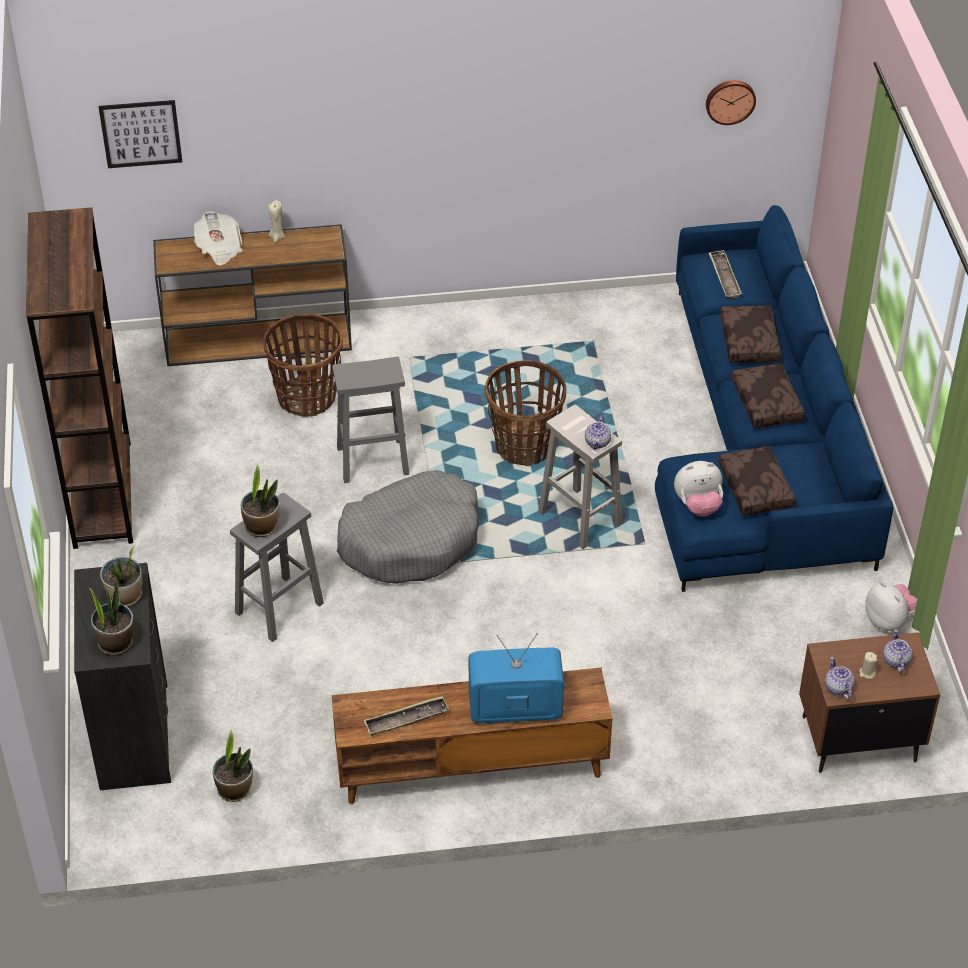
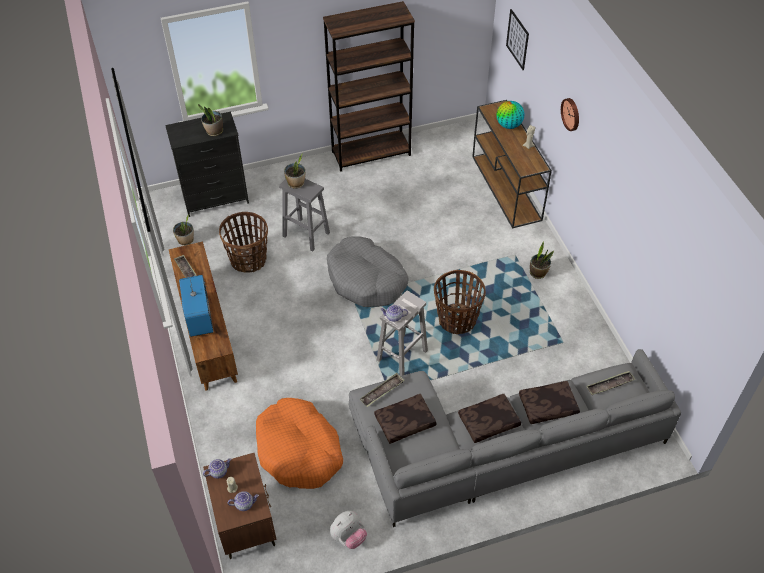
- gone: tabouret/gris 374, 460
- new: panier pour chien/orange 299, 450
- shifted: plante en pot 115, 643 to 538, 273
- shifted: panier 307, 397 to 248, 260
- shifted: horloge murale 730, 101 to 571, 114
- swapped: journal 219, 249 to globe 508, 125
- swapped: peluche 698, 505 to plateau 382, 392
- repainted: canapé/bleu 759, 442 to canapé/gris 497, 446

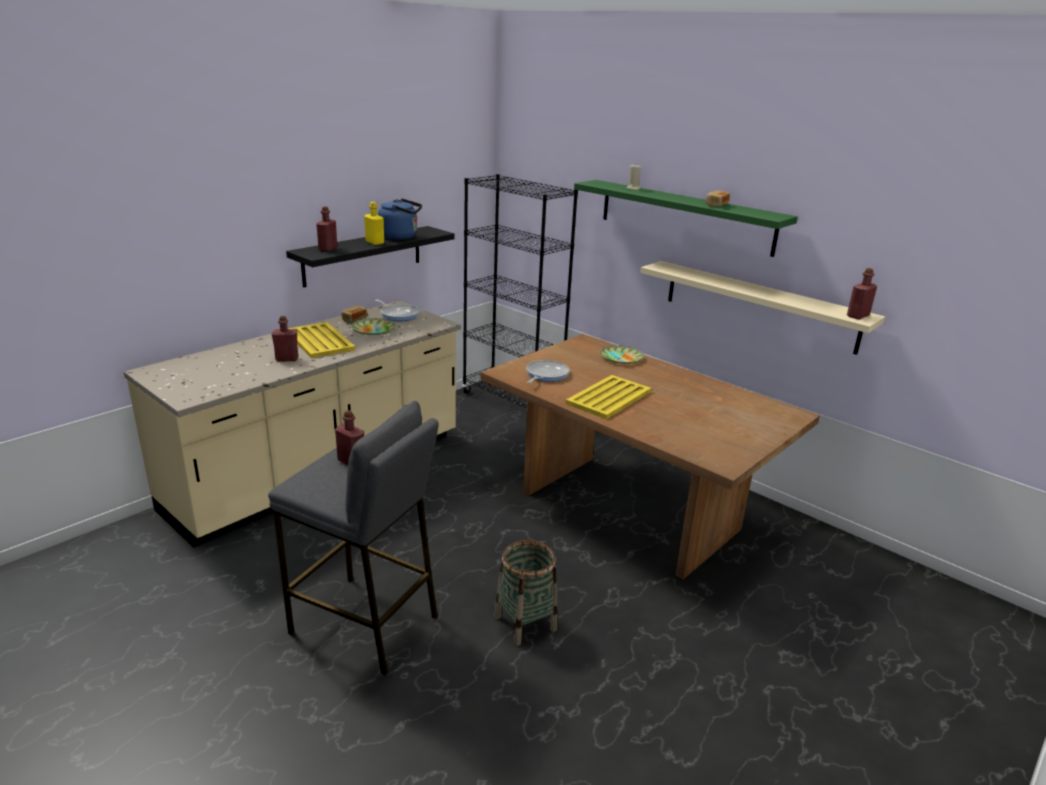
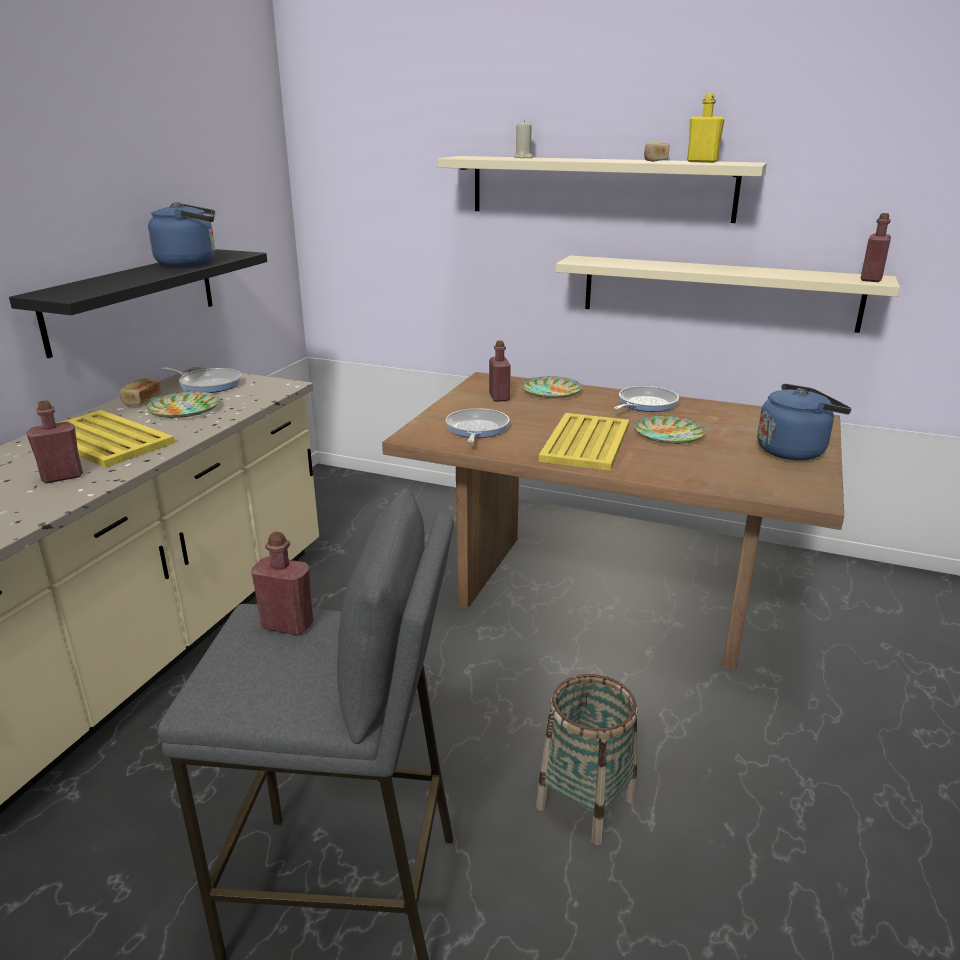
- gone: bibliothèque/noir 511, 403
- new: poêle 645, 404
- new: assiette 669, 435
- new: bouilloire/bleu 794, 450
- shifted: bouteille/rouge 328, 249 to 499, 397
- shifted: bouteille/jaune 375, 242 to 702, 162
- repainted: étagère/vert 684, 216 to étagère/beige 600, 188

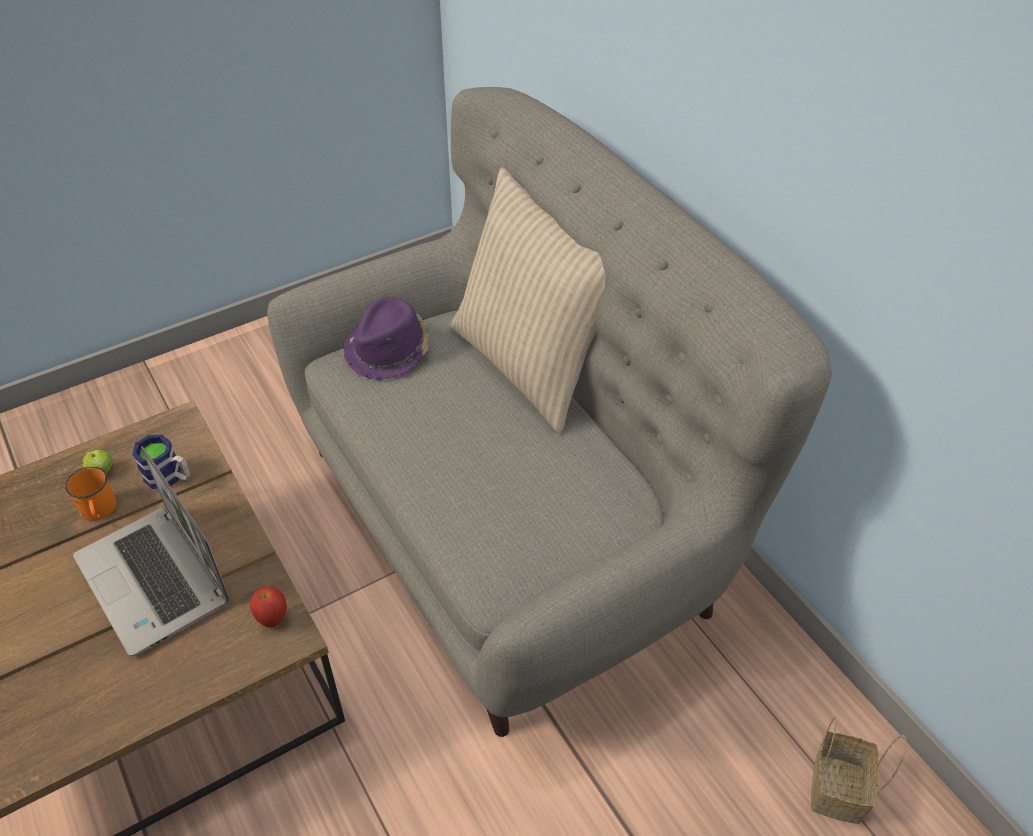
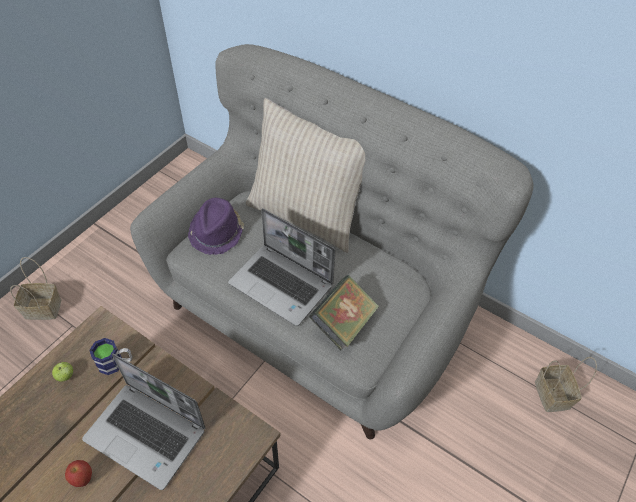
- gone: mug/orange 99, 511
- new: panier 44, 308
- new: ordinateur portable 282, 285
- new: livre 343, 323
- shifted: pomme 272, 619 to 83, 479

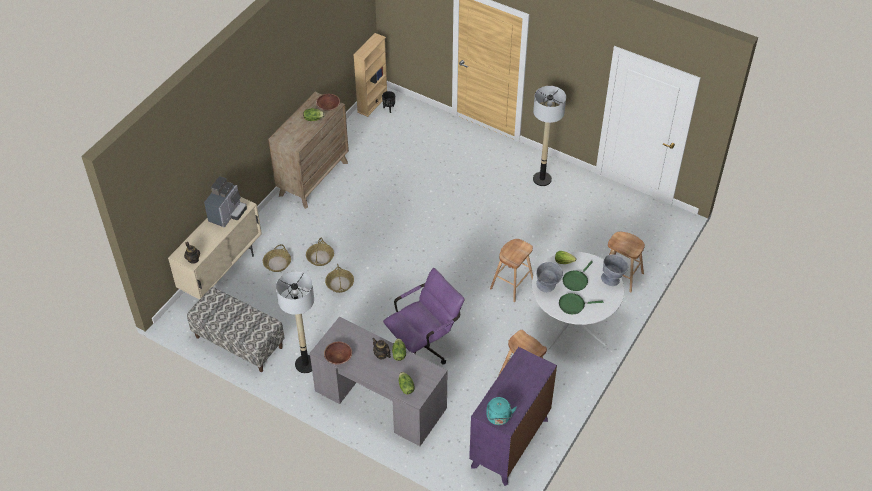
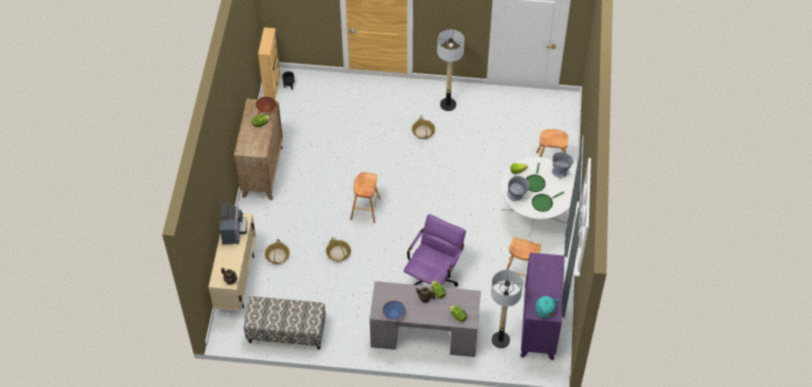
- shifted: lampadaire 305, 364 to 500, 340
- shifted: panier 320, 258 to 423, 132
- shifted: tabouret/marron 511, 284 to 365, 209
- repainted: bol/marron 338, 357 to bol/bleu 393, 314

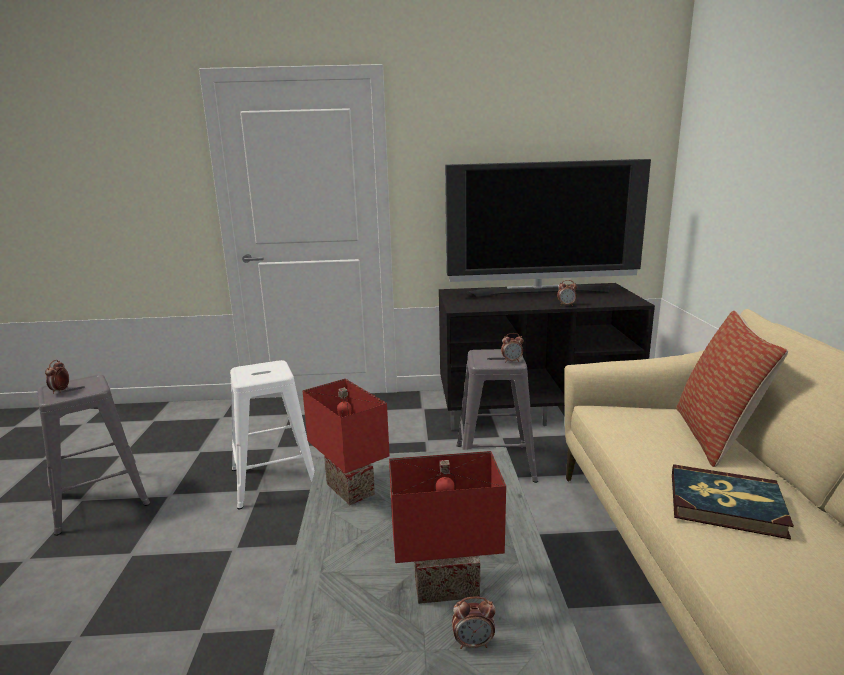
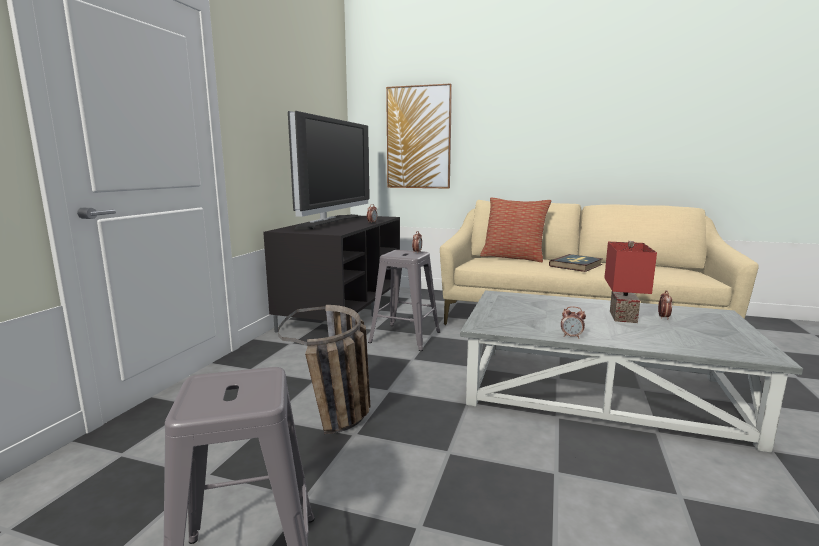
- gone: lampe de table/rouge 353, 488
- new: tableau 418, 138
- shifted: réveil 60, 391 to 571, 336
- swapped: tabouret/blanc 275, 478 to panier 339, 423

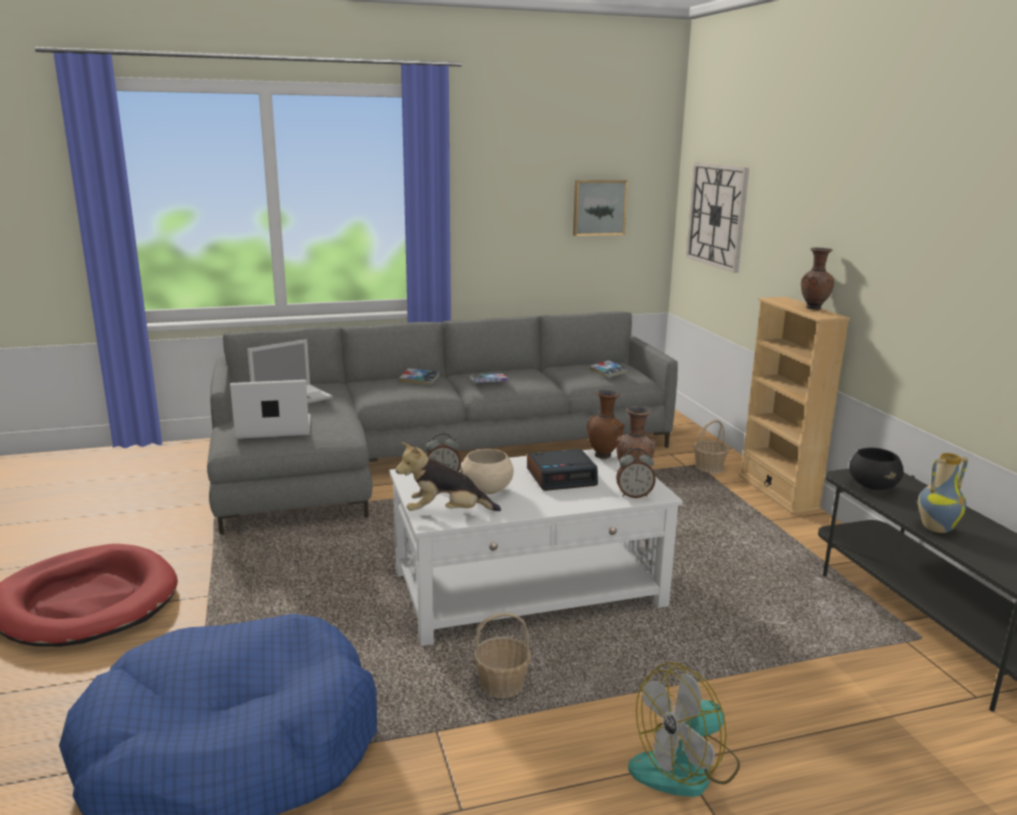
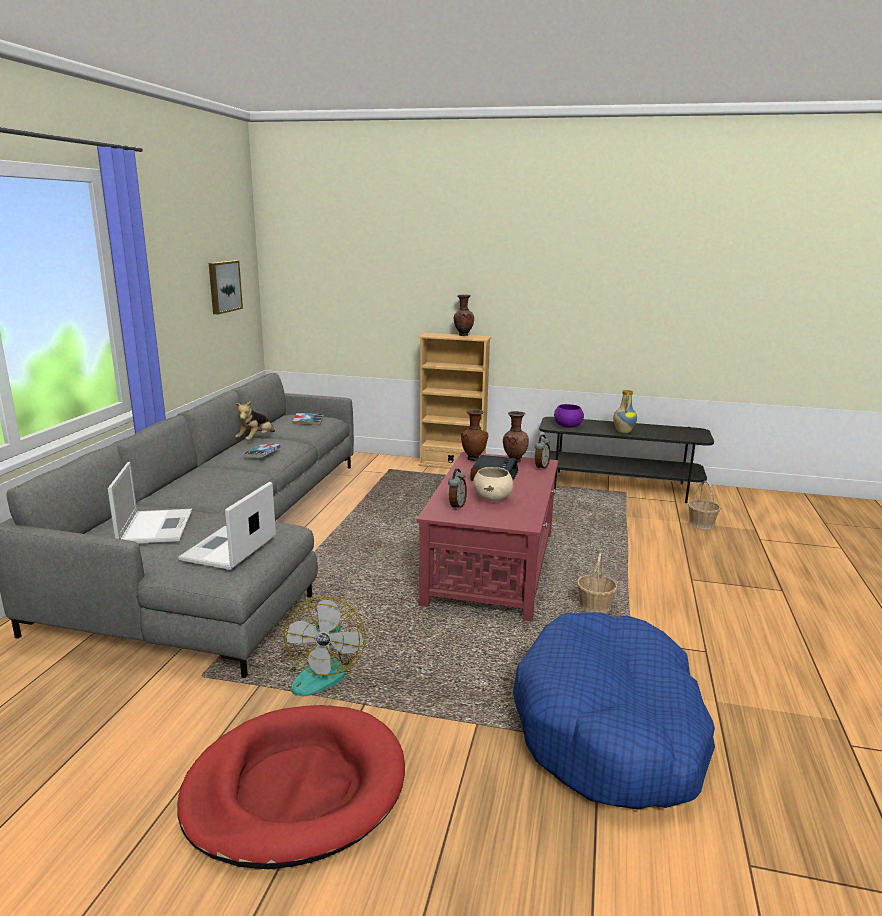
- gone: livre 419, 380
- gone: horloge murale 717, 215
- shifted: peluche 446, 513 to 256, 439
- shifted: ventilateur 685, 768 to 321, 671
- shifted: panier 709, 468 to 701, 524
- repainted: table basse/blanc 529, 589 to table basse/rouge 492, 566
- repainted: bol/noir 873, 486 to bol/violet 567, 426

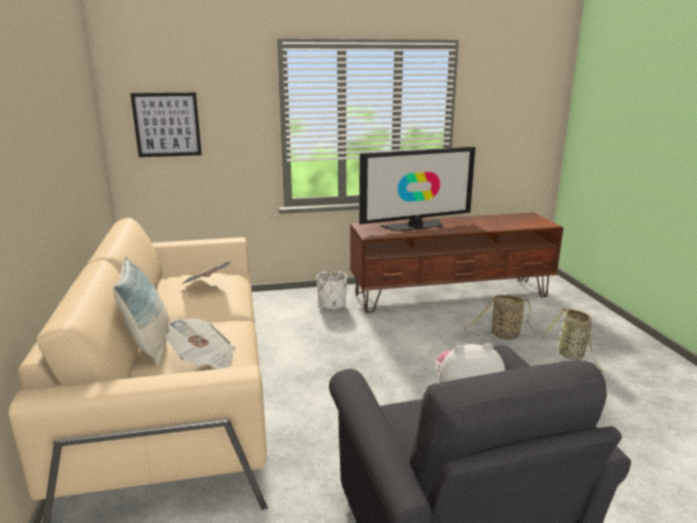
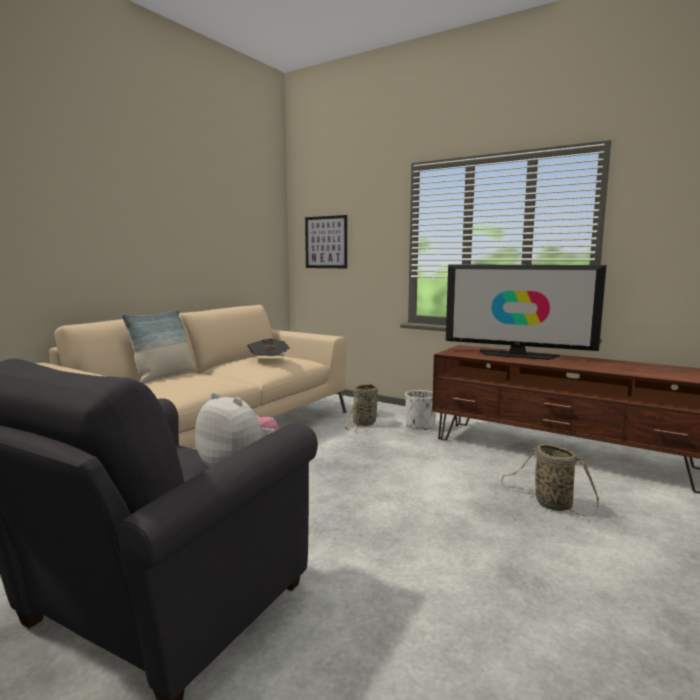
- gone: journal 204, 359
- shifted: panier 572, 356 to 363, 424

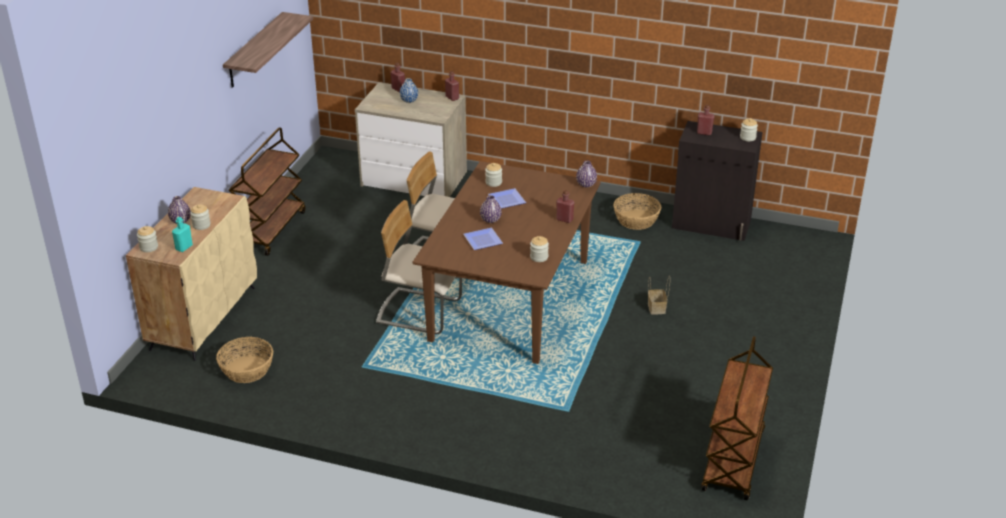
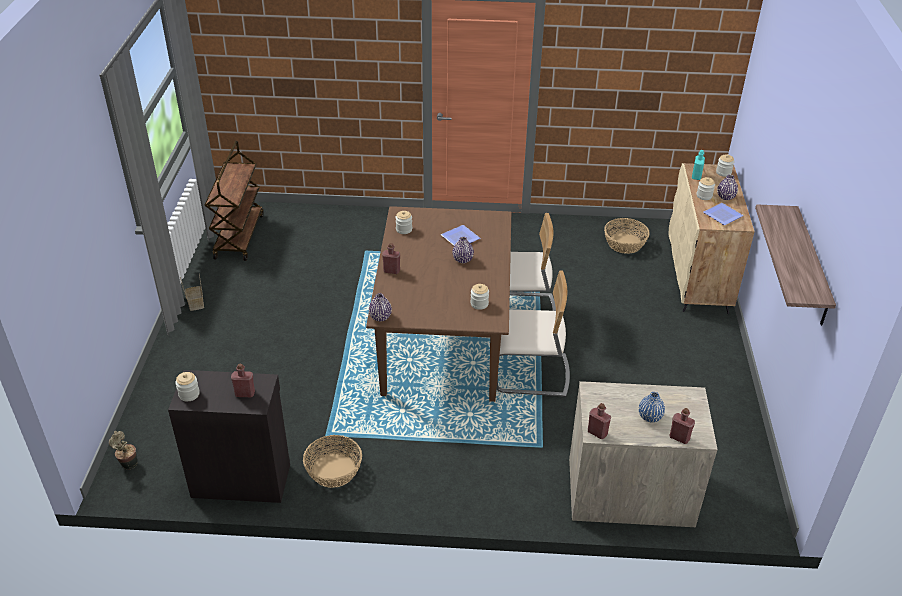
- gone: chariot/marron 271, 229
- new: plante en pot 128, 464
- shifted: assiette 506, 201 to 722, 214
- shifted: panier 657, 308 to 195, 303

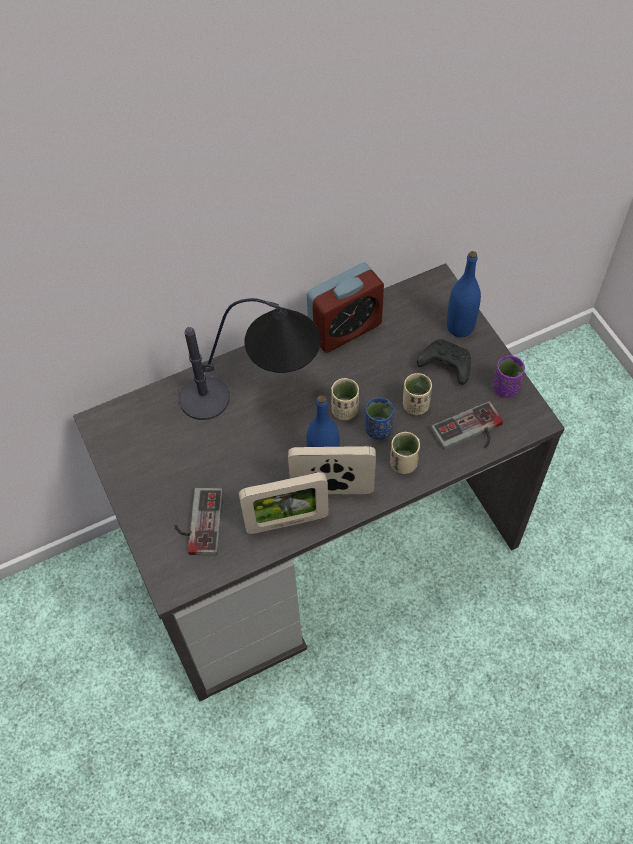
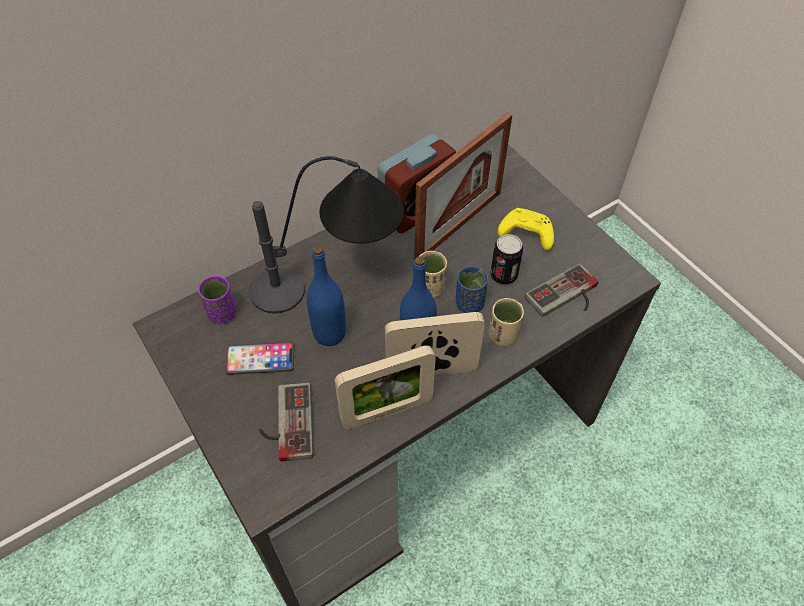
- new: téléphone 260, 359
- new: cadre photo 458, 225
- shifted: bouteille/bleu 460, 327 to 329, 333
- shifted: tasse/violet 505, 388 to 222, 313
- swapped: tasse/beige 415, 405 to boîte métallique 503, 275
- repainted: manette/noir 444, 365 to manette/jaune 525, 234

